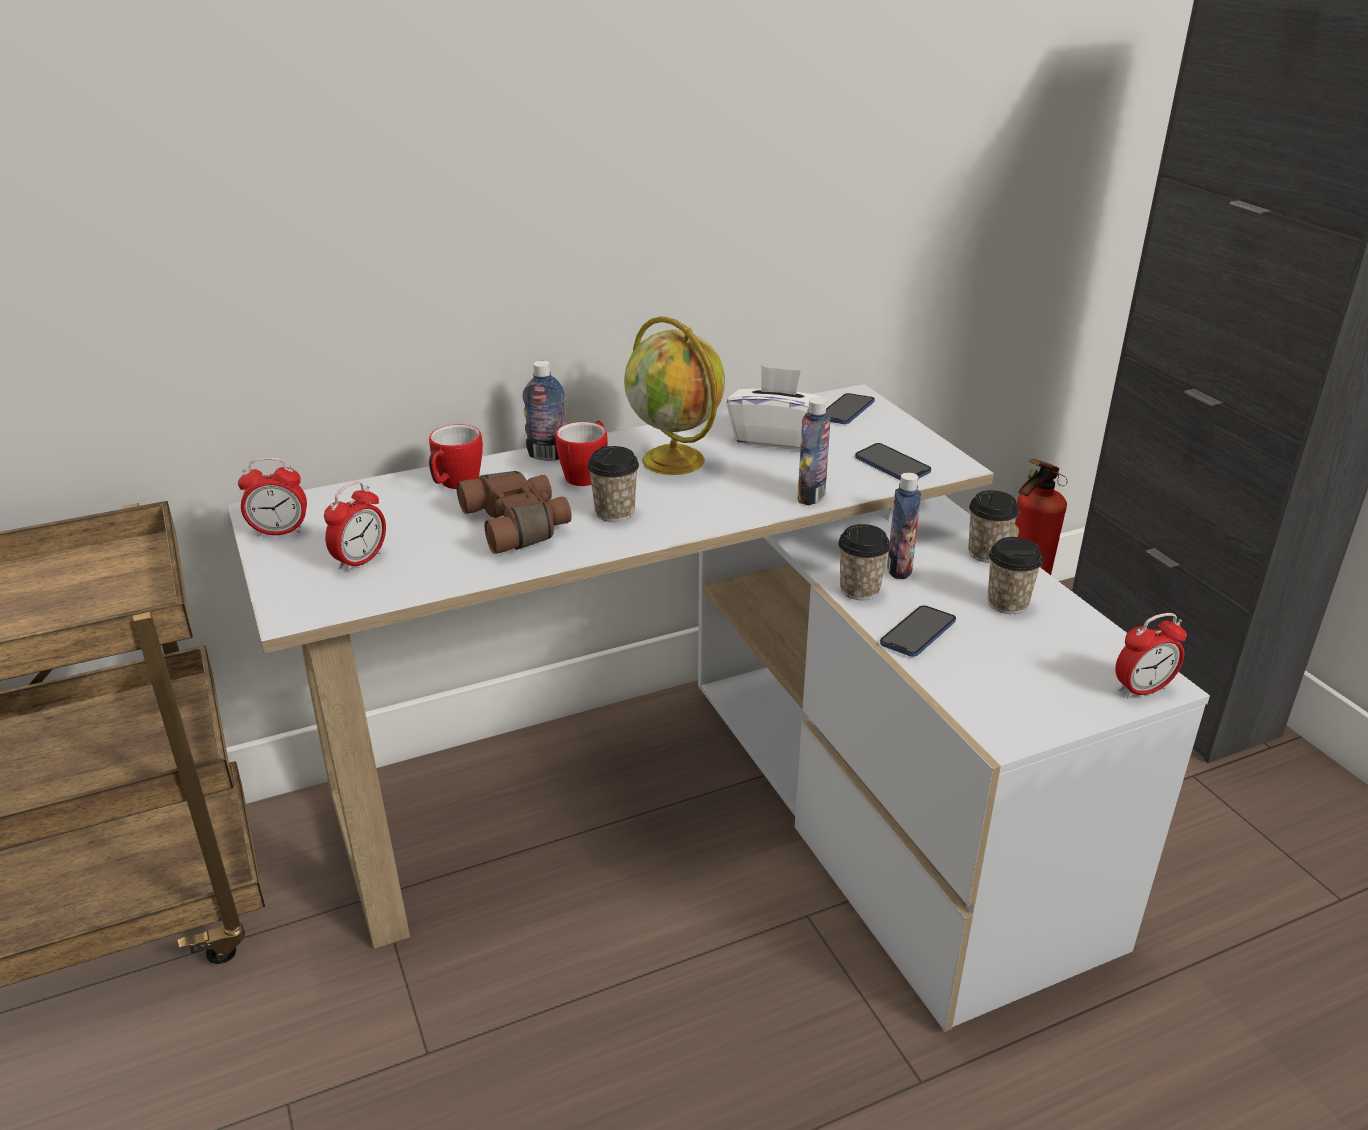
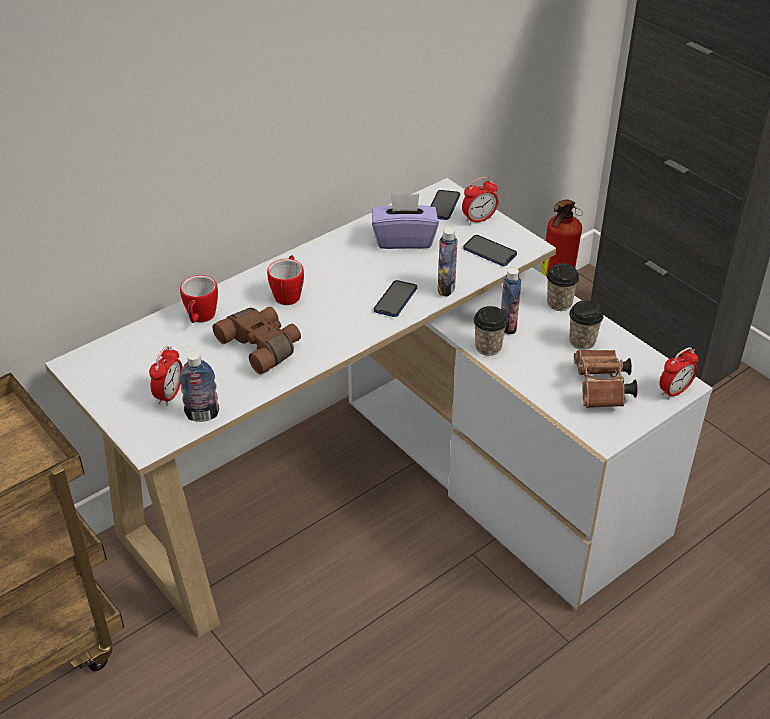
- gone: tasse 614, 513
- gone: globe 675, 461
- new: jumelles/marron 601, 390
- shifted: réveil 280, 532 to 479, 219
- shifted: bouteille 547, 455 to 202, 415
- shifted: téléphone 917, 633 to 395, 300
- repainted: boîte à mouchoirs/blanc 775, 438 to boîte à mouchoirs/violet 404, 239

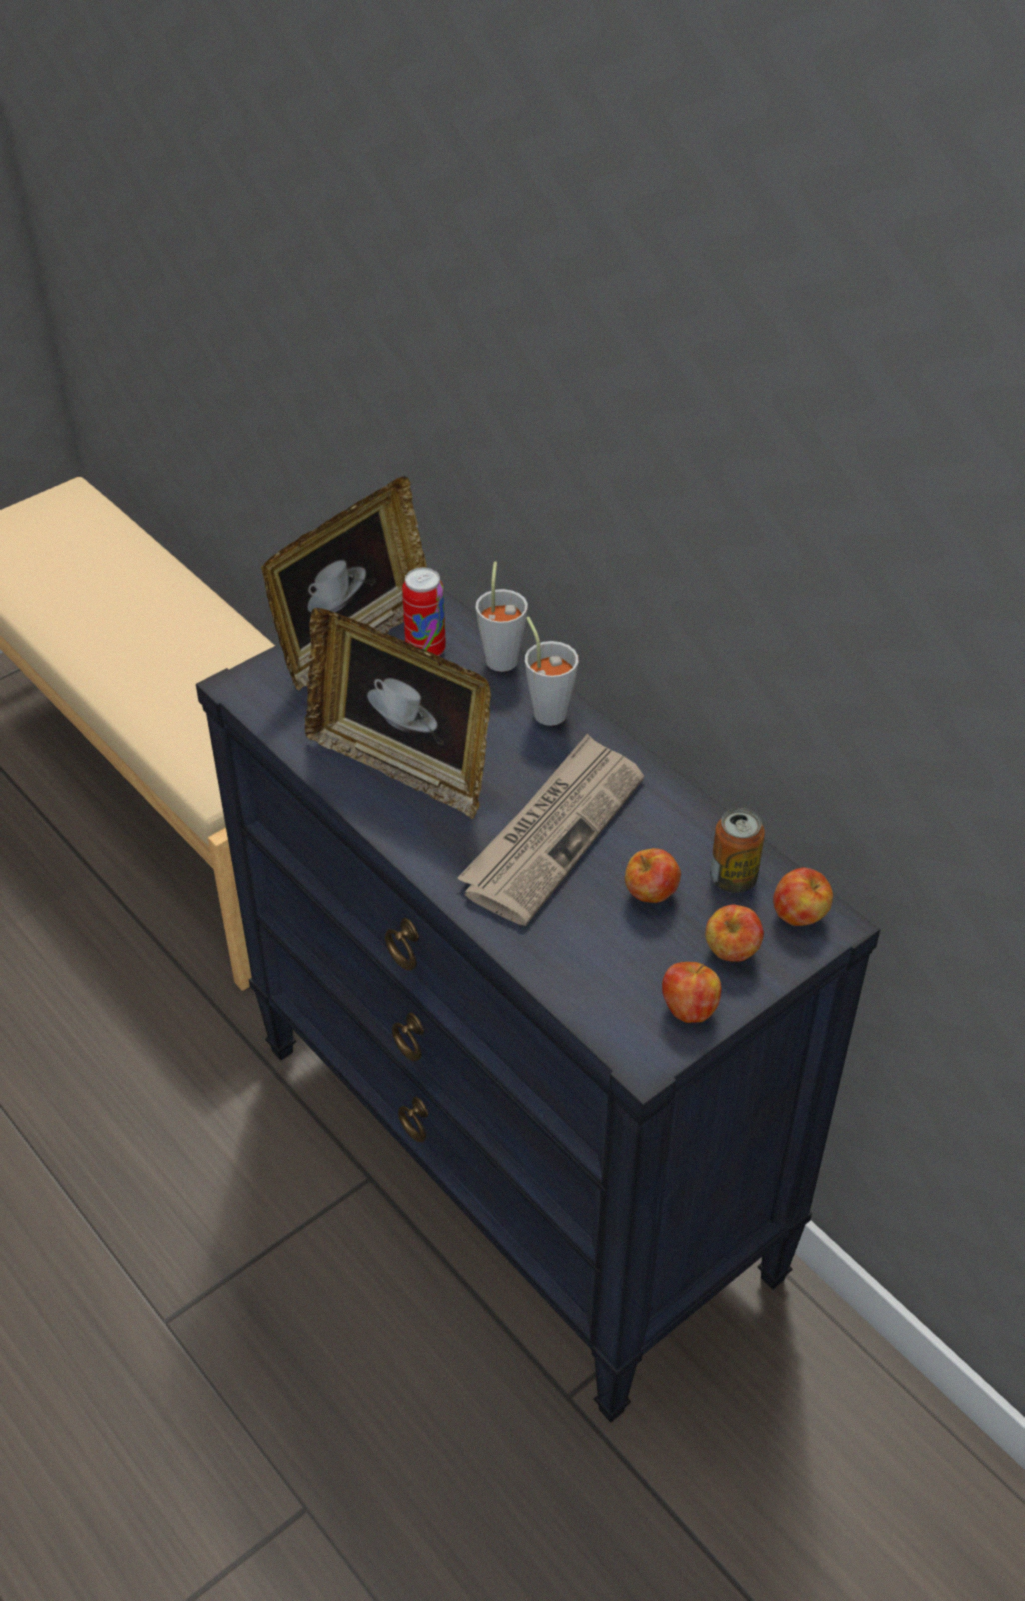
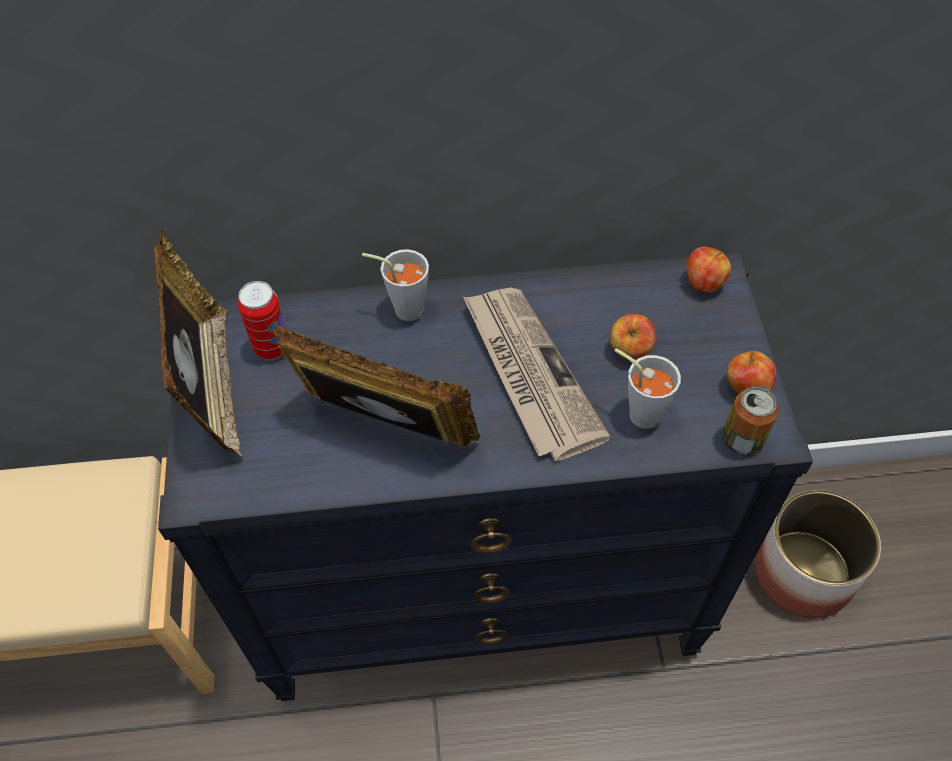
- gone: pomme 731, 952
- new: cache-pot 804, 573
- shifted: tasse/gris 502, 655 to 638, 411
- shifted: boîte métallique 733, 879 to 742, 439
- rotated: cadre photo 401, 766 = 384, 430 135 degrees counterclockwise

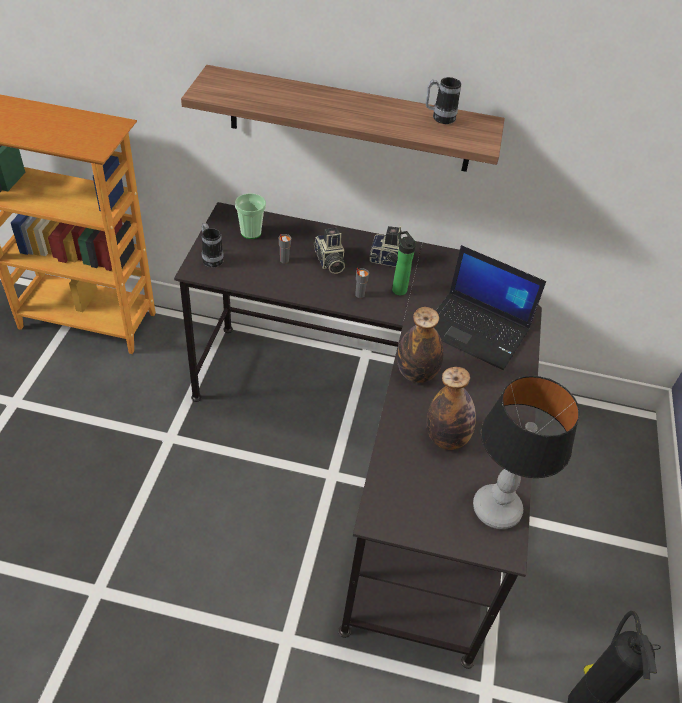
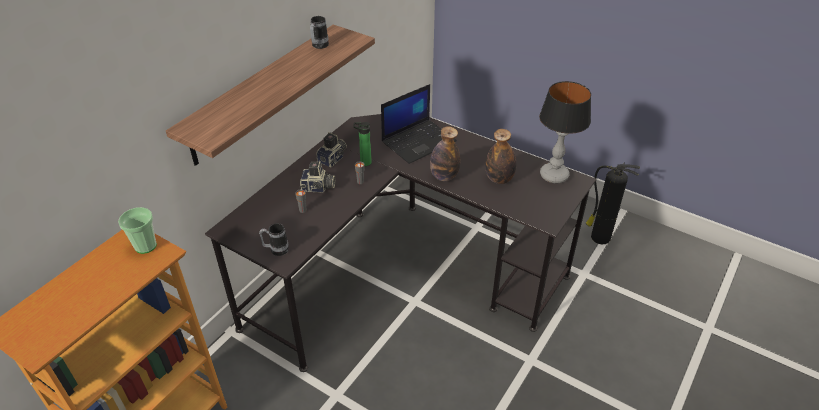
- shifted: tasse 251, 232 to 145, 246

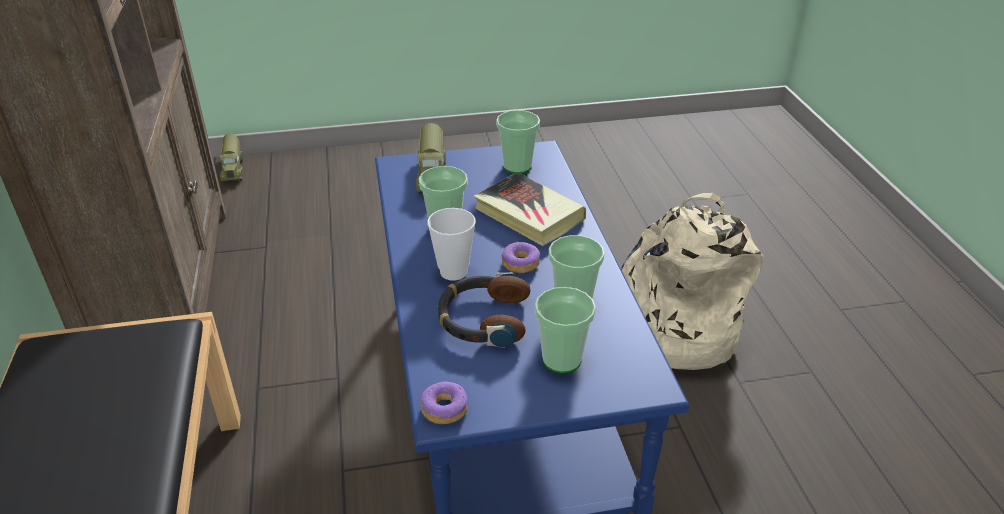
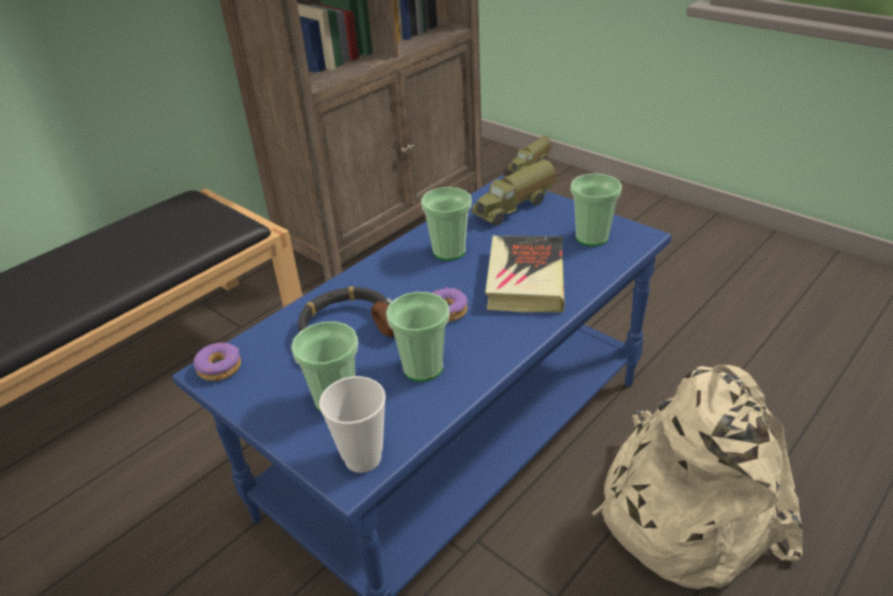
- shifted: tasse 453, 272 to 363, 458

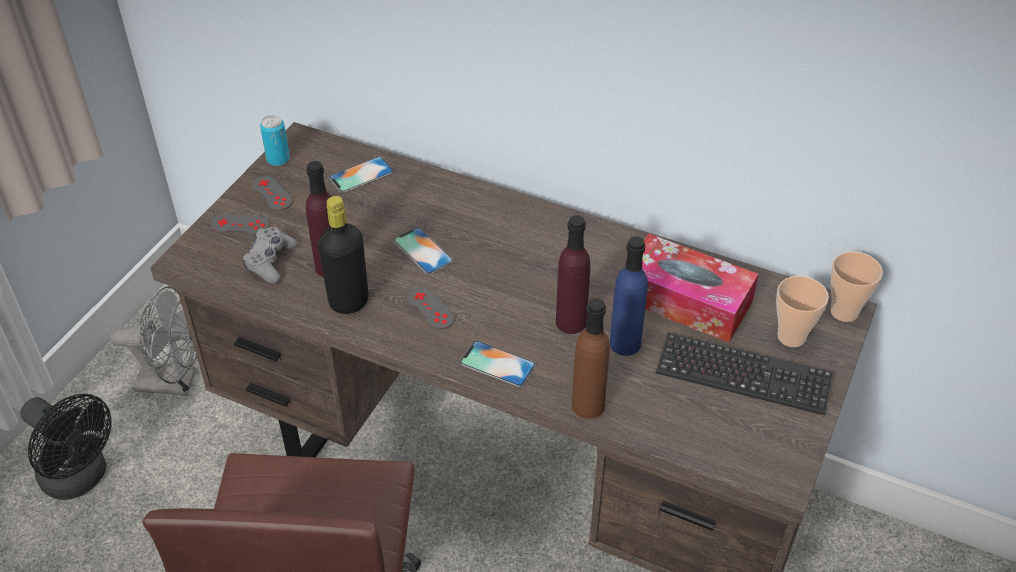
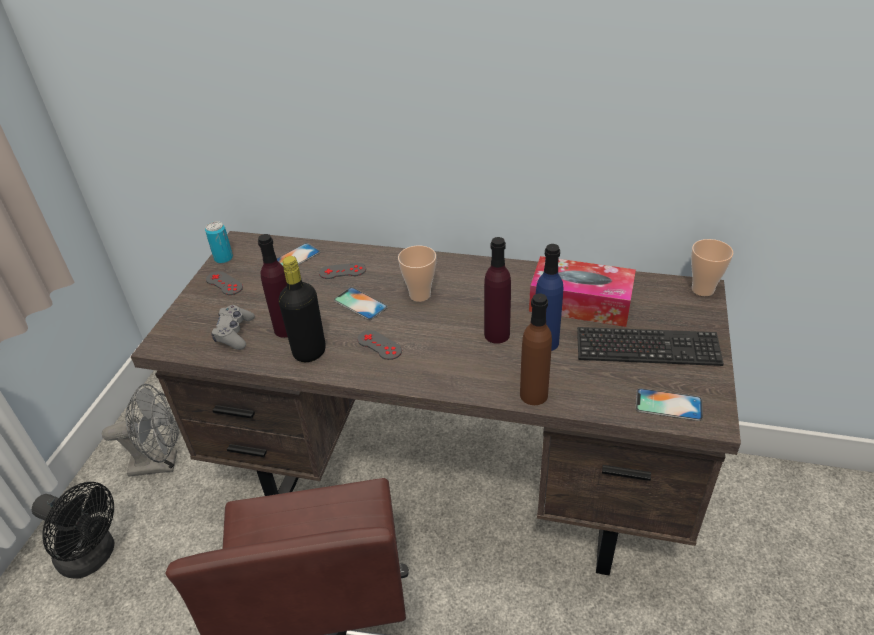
- shifted: manette/gris 240, 225 to 342, 271
- shifted: téléphone 497, 364 to 668, 405
- shifted: tasse 791, 337 to 420, 295

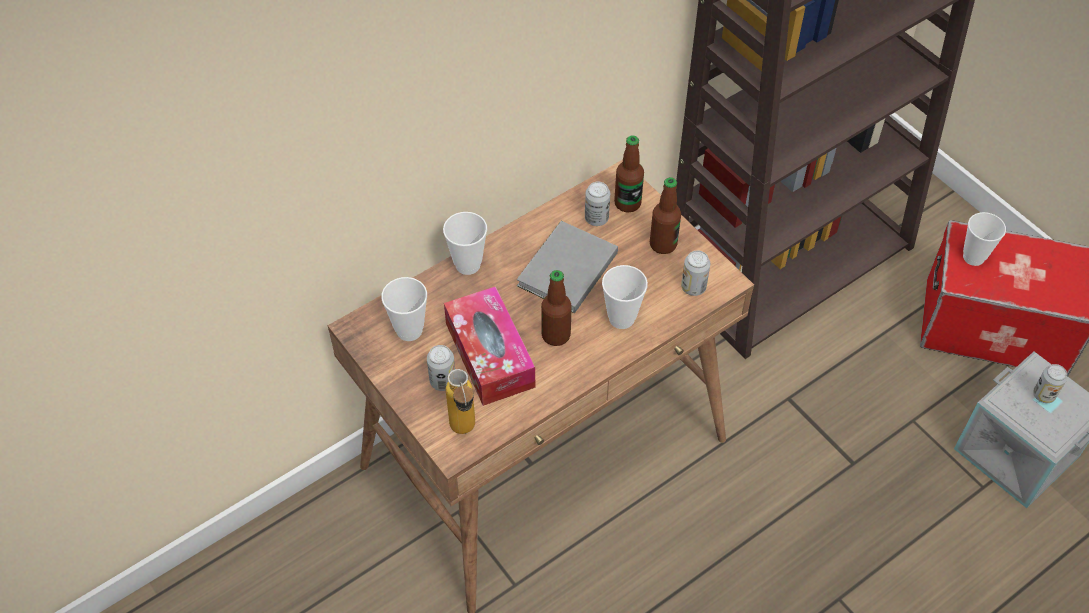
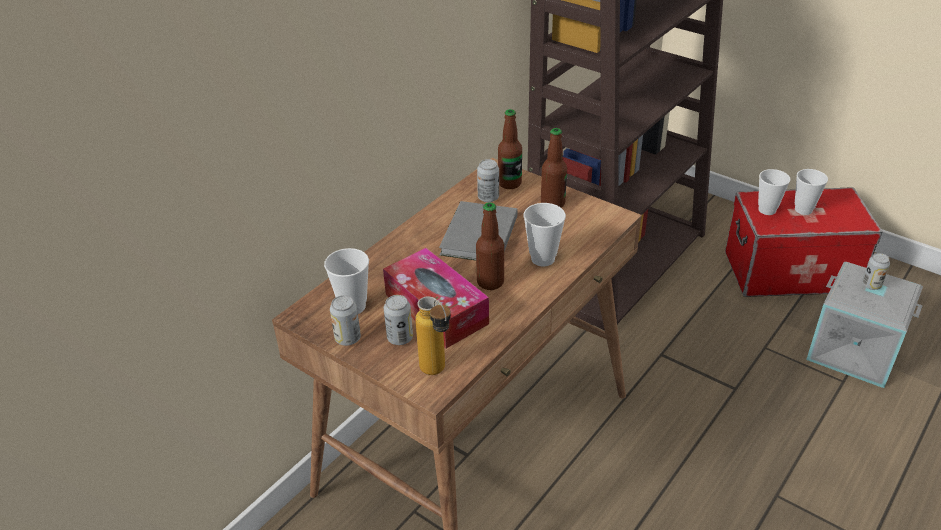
- shifted: tasse 468, 265 to 803, 209
- shifted: boîte métallique 693, 287 to 348, 338

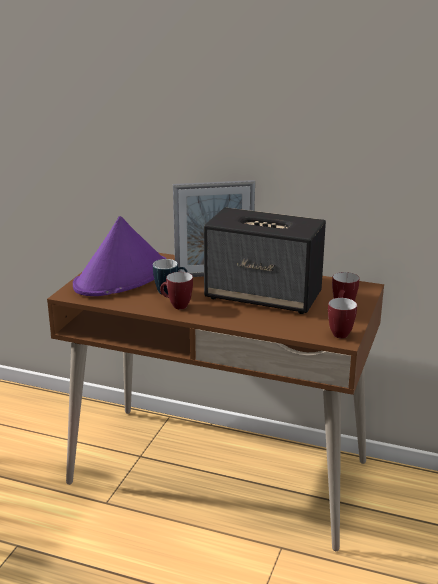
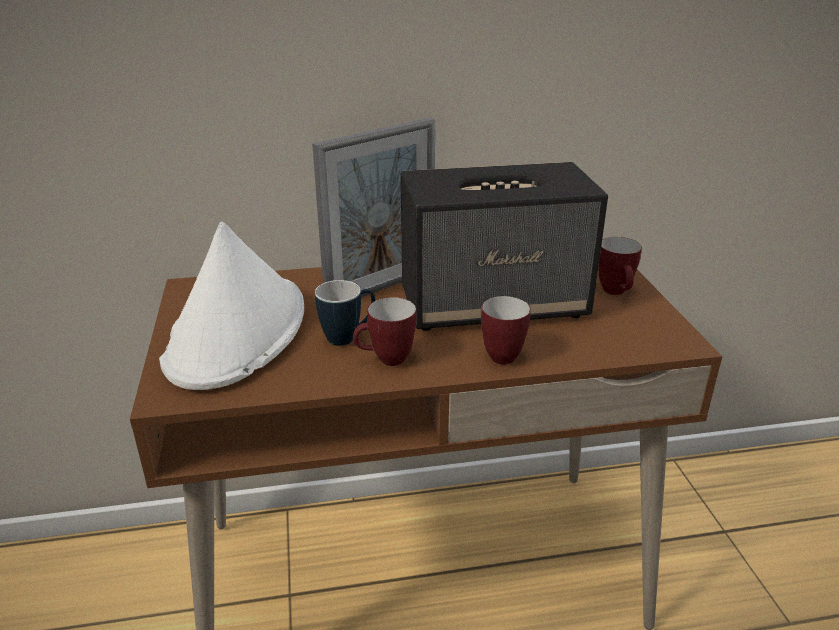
- shifted: mug 342, 333 to 501, 354
- repainted: chapeau/violet 122, 277 to chapeau/blanc 237, 332

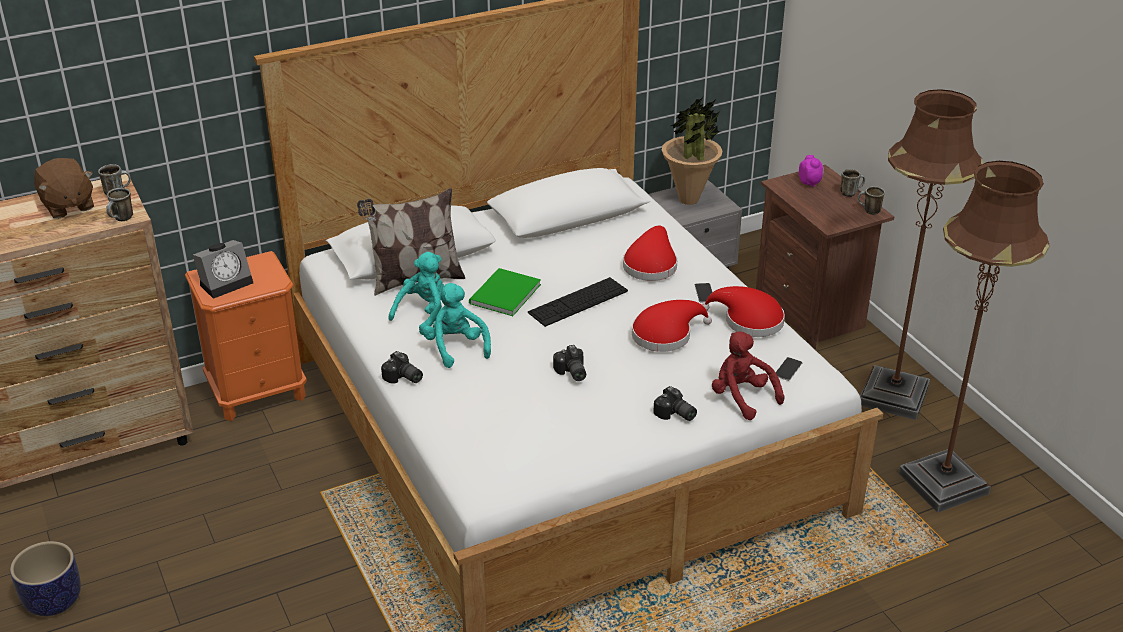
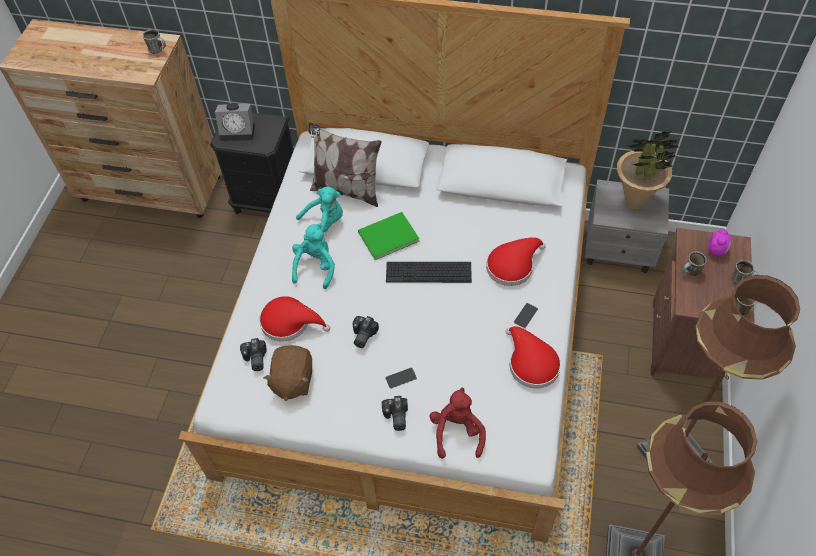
- gone: cache-pot 53, 601
- shifted: peluche/marron 67, 206 to 292, 380
- shifted: mug 122, 219 to 690, 272
- shifted: appareil photo 403, 378 to 254, 359
- shifted: chapeau/rouge 665, 334 to 289, 322
- shifted: téléphone 788, 369 to 401, 378
- repainted: table de chevet/orange 258, 392 to table de chevet/noir 267, 200

